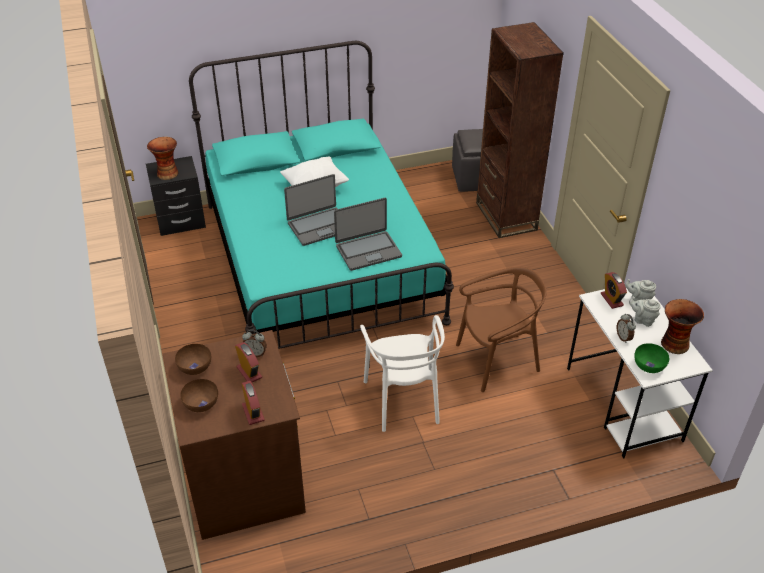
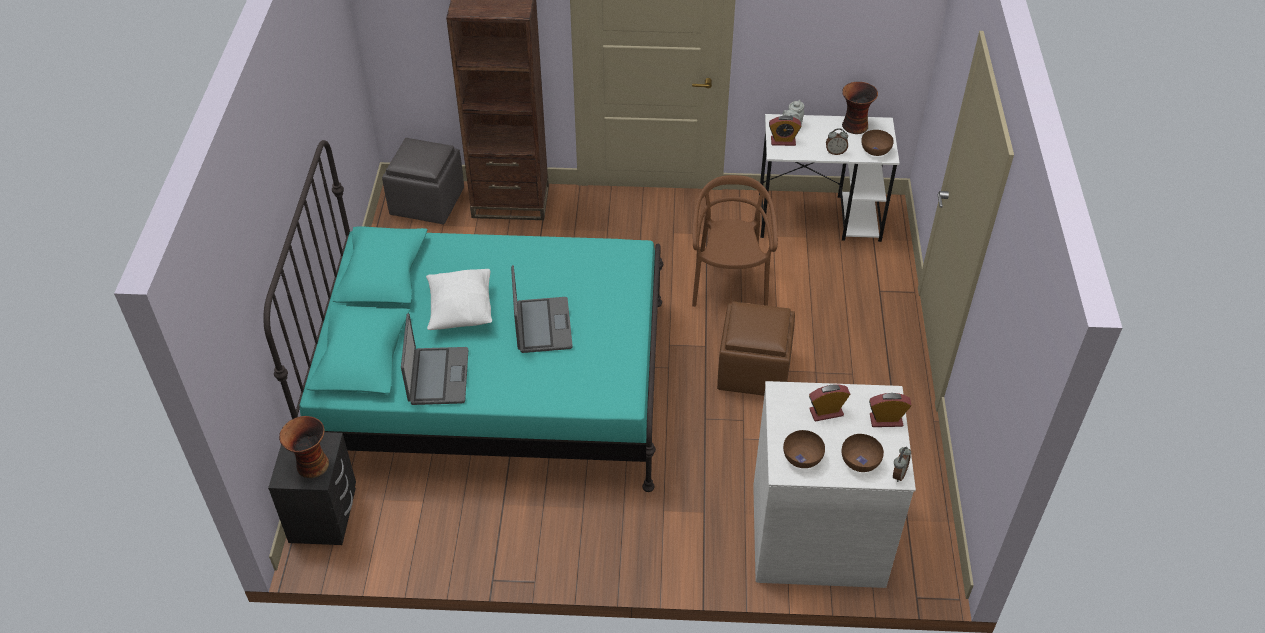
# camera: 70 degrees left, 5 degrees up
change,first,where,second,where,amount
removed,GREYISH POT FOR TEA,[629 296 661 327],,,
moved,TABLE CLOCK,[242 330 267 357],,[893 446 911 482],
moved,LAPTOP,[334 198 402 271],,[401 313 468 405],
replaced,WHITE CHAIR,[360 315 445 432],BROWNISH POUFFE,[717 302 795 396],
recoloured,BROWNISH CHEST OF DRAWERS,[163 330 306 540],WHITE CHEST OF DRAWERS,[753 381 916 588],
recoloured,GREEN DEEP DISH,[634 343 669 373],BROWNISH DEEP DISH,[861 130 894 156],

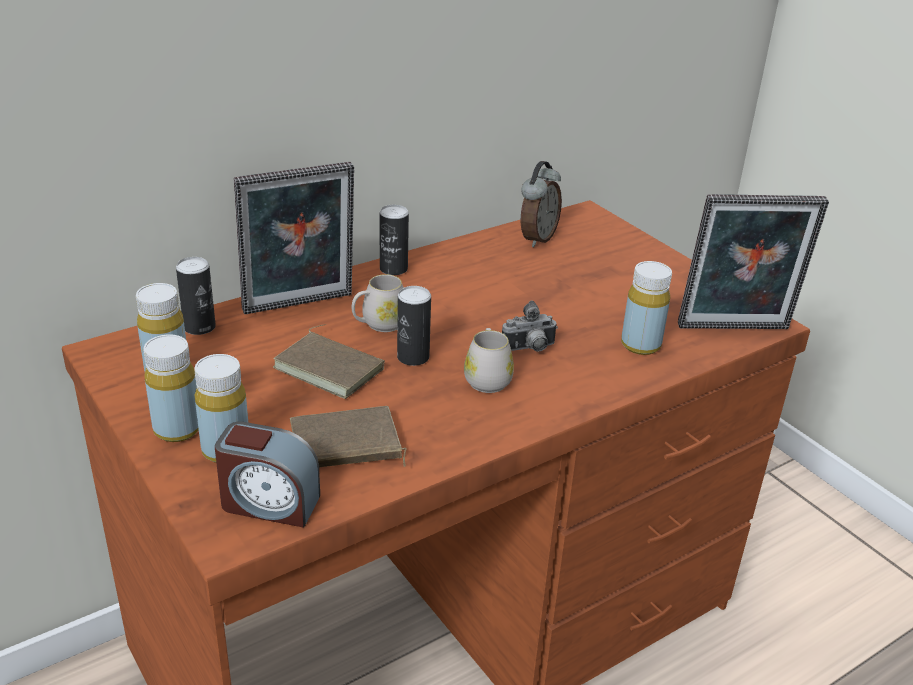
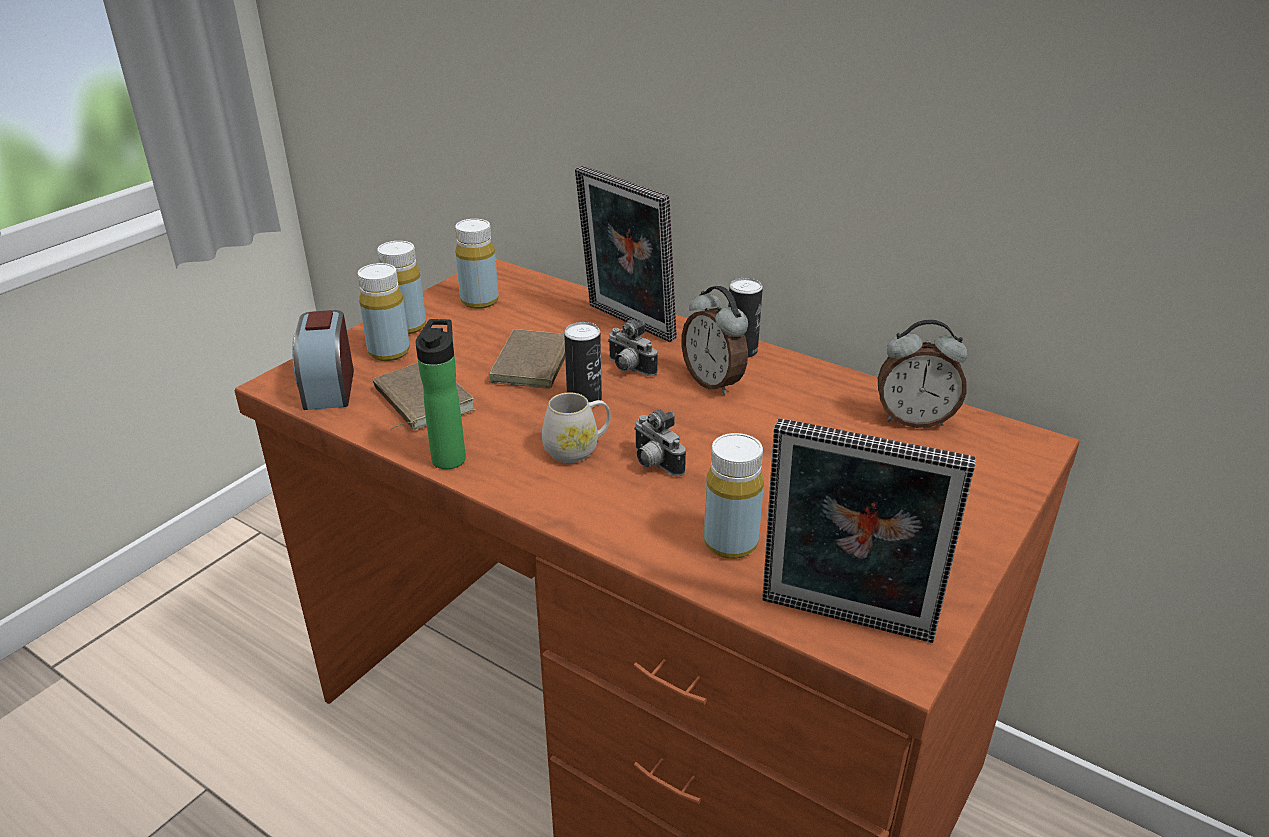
# camera: 70 degrees right, 0 degrees up
change,first,where,second,where,amount
removed,SEALED CAN,[176 257 216 335],,,
added,,,BEVERAGE BOTTLE,[415 319 466 469],
added,,,TABLE CLOCK,[681 286 748 395],
replaced,WHITE MUG,[352 274 404 332],STILL CAMERA,[608 319 658 376],
turned,STANDING FRAME,[678 194 829 329],,[762 418 976 643],45 degrees counterclockwise

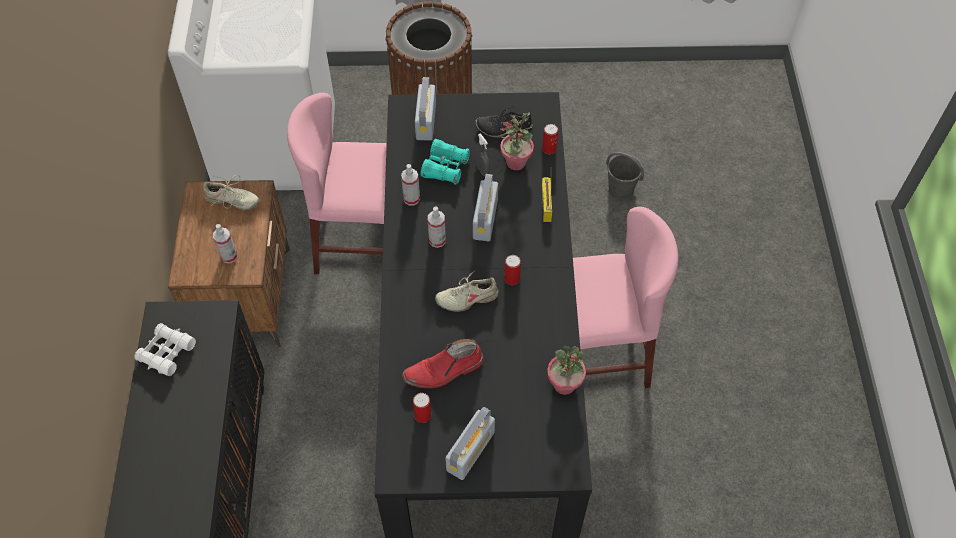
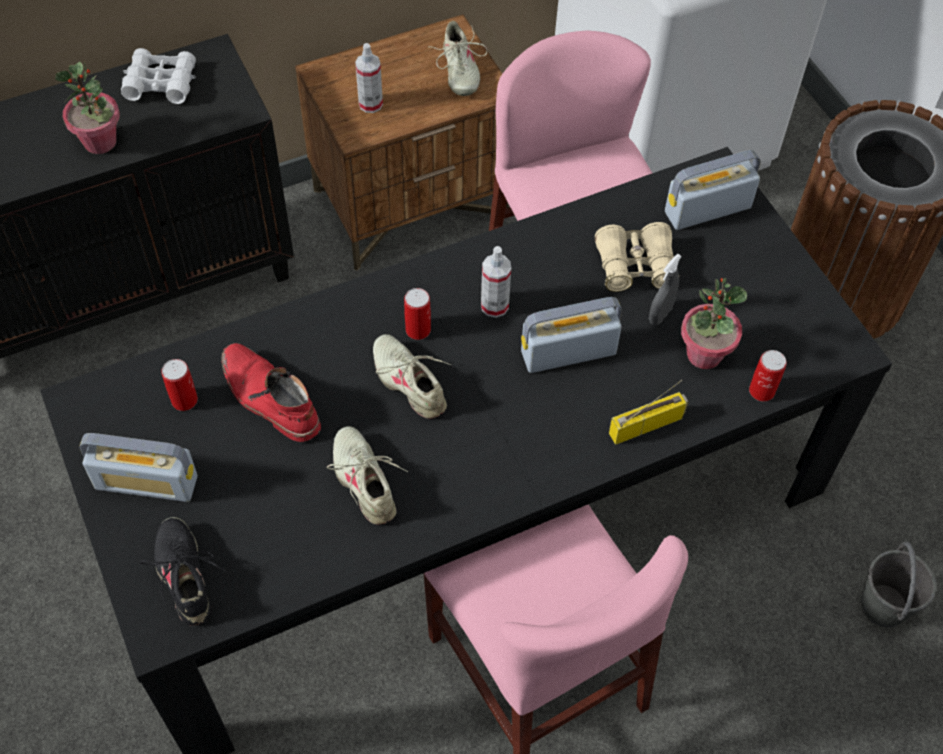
# camera: 65 degrees right, 0 degrees up
change,first,where,second,where,amount
removed,SPRAYER,[401 164 420 205],,,
added,,,SAND-COLOURED ITEM OF FOOTWEAR,[326 426 408 525],
moved,BLACK-COLOURED ITEM OF FOOTWEAR,[475 105 533 138],,[140 517 226 625],
moved,SEALED CAN,[504 255 521 285],,[404 288 431 340],
moved,POTTED PLANT,[547 346 586 395],,[55 61 120 154],
recoloured,BLUE-GREEN PAIR OF BINOCULARS,[421 139 470 185],SAND-COLOURED PAIR OF BINOCULARS,[595 222 674 292],

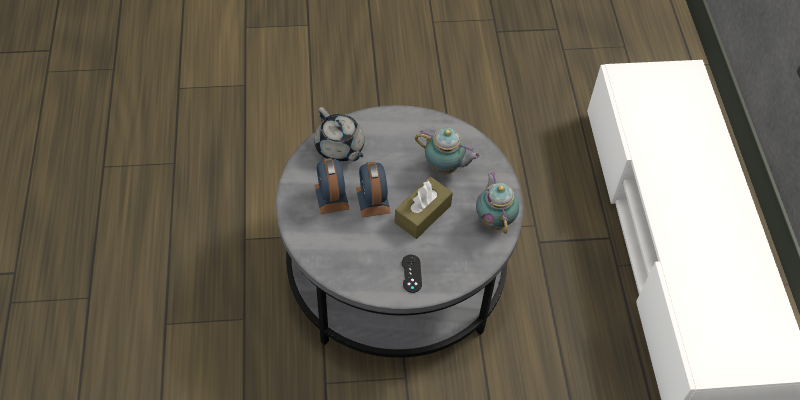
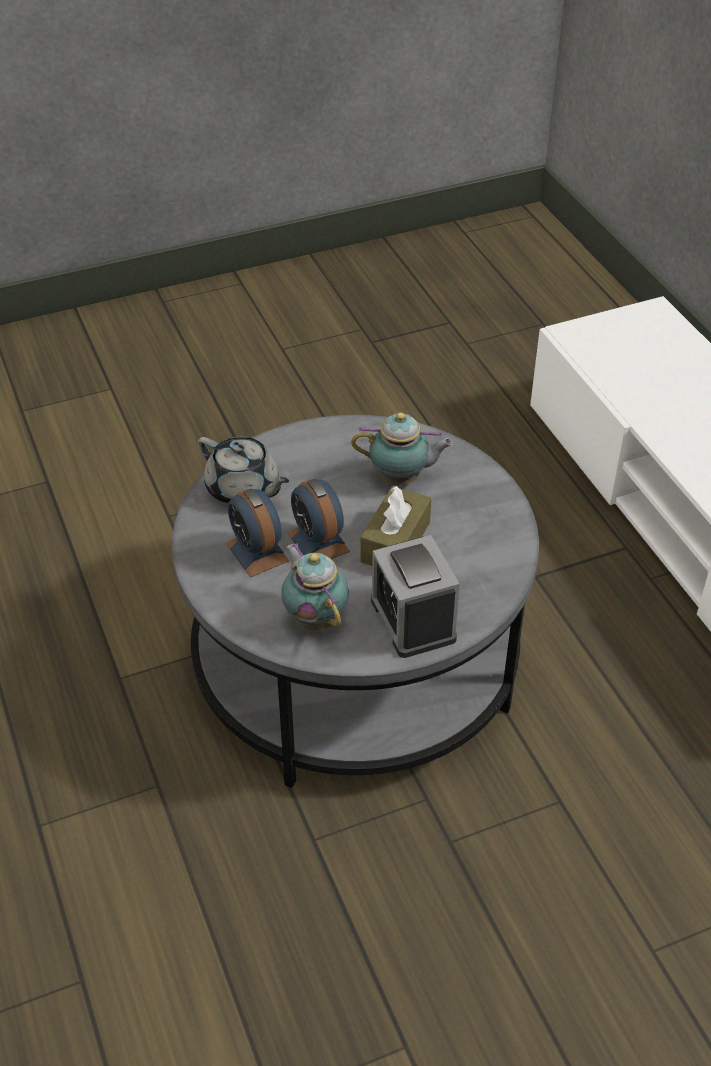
# camera: 15 degrees left, 10 degrees down
change,first,where,second,where,amount
moved,POT FOR TEA,[476 171 519 234],,[281 543 349 630],
replaced,BLACK-COLOURED GAMEPAD,[402 255 422 293],TABLE CLOCK,[371 535 460 658],

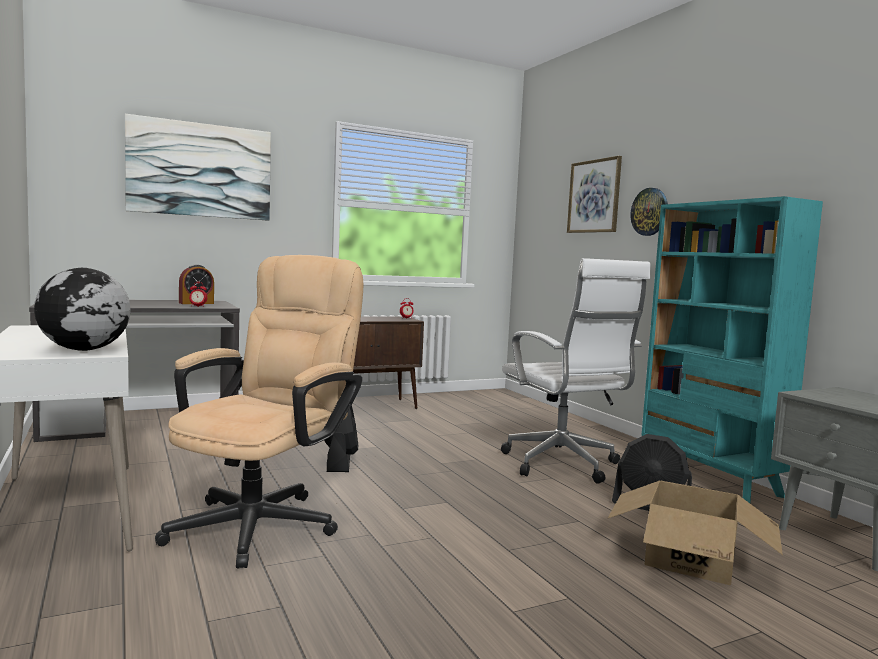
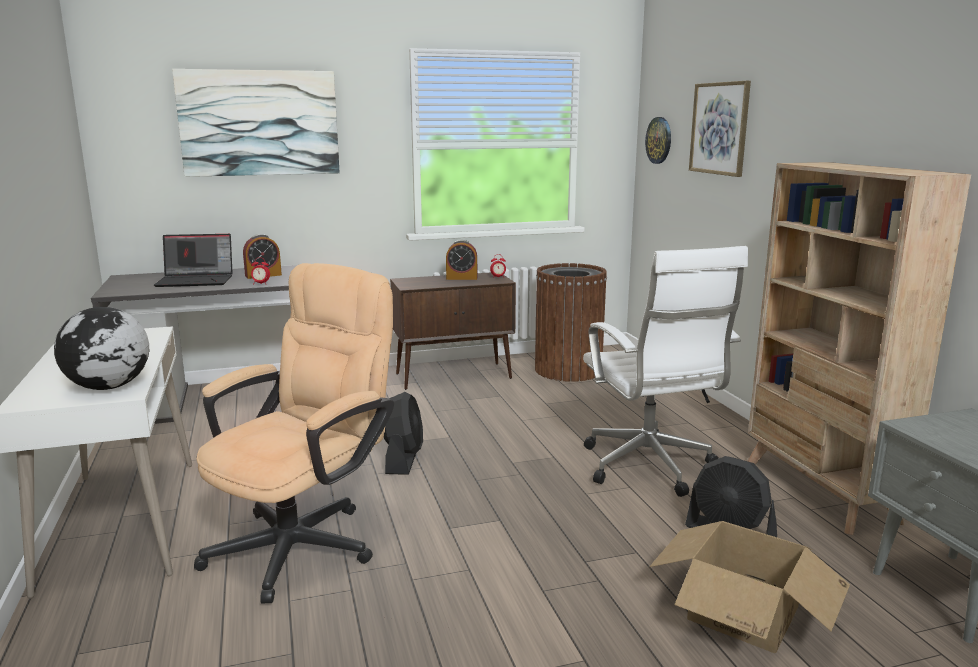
# camera: 10 degrees right, 10 degrees up
change,first,where,second,where,amount
added,,,LAPTOP,[154 234 233 287],
added,,,TABLE CLOCK,[446 240 477 280],
added,,,BROWNISH TRASH CAN,[535 263 607 382],
moved,CLOCK ON THE WALL,[630 188 668 236],,[645 117 671 164],
recoloured,BLUE-GREEN SHELVING UNIT,[642 196 823 503],SAND-COLOURED SHELVING UNIT,[748 162 971 535],

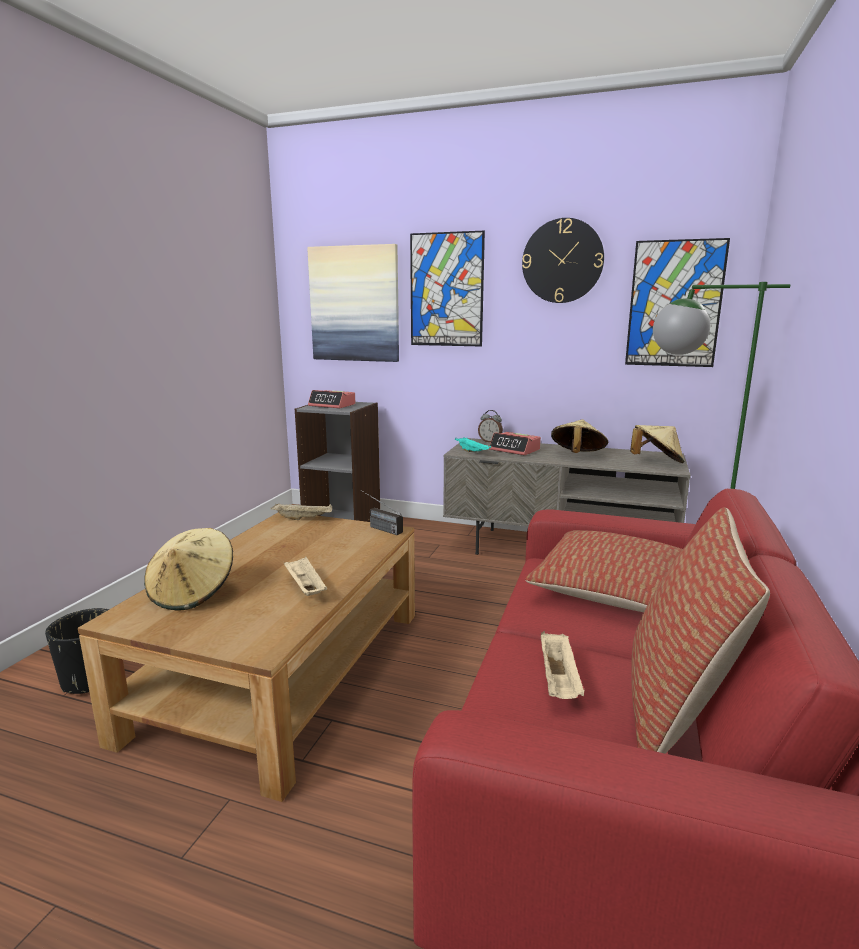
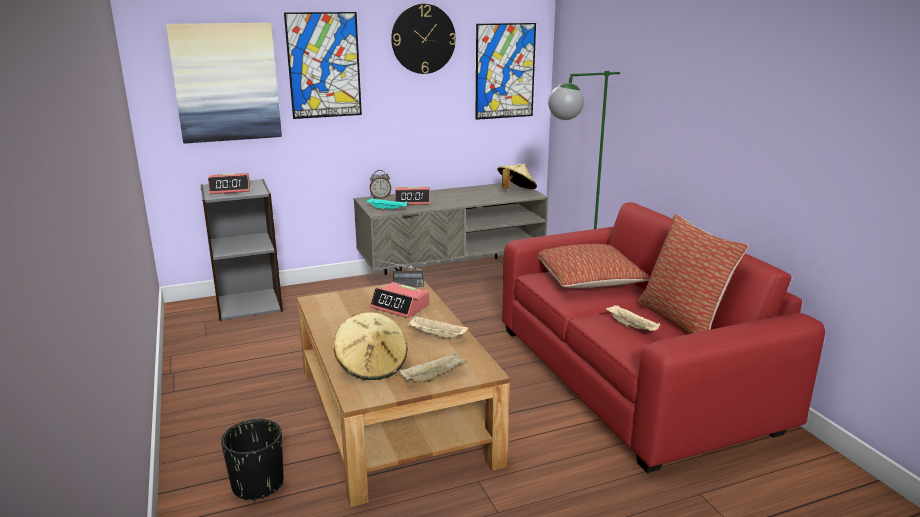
# camera: 40 degrees left, 5 degrees up
change,first,where,second,where,amount
removed,SAND-COLOURED CLOTHING HAT,[551 419 608 453],,,
added,,,TABLE CLOCK,[370 282 429 318],
moved,SAND-COLOURED SERVING TRAY,[271 504 332 520],,[400 352 468 383],

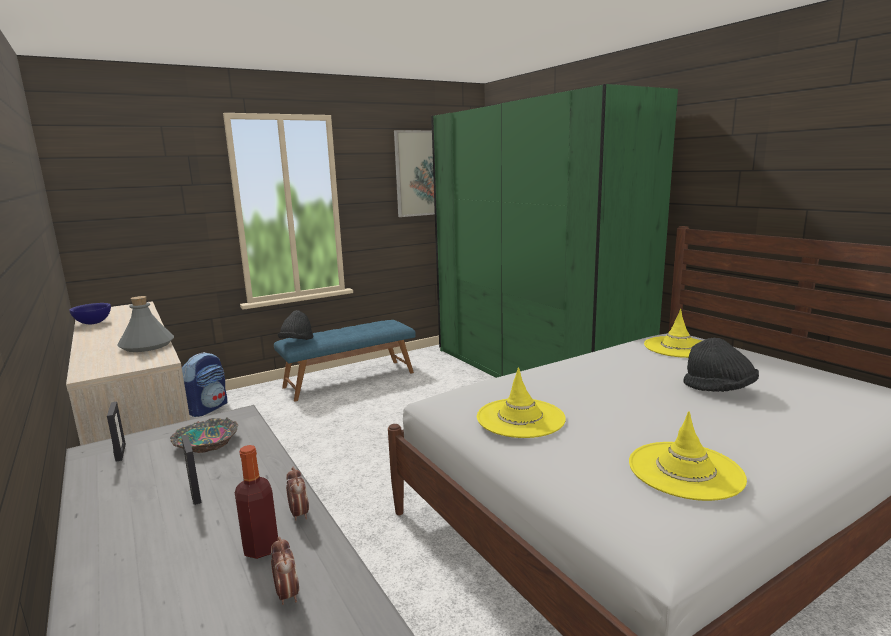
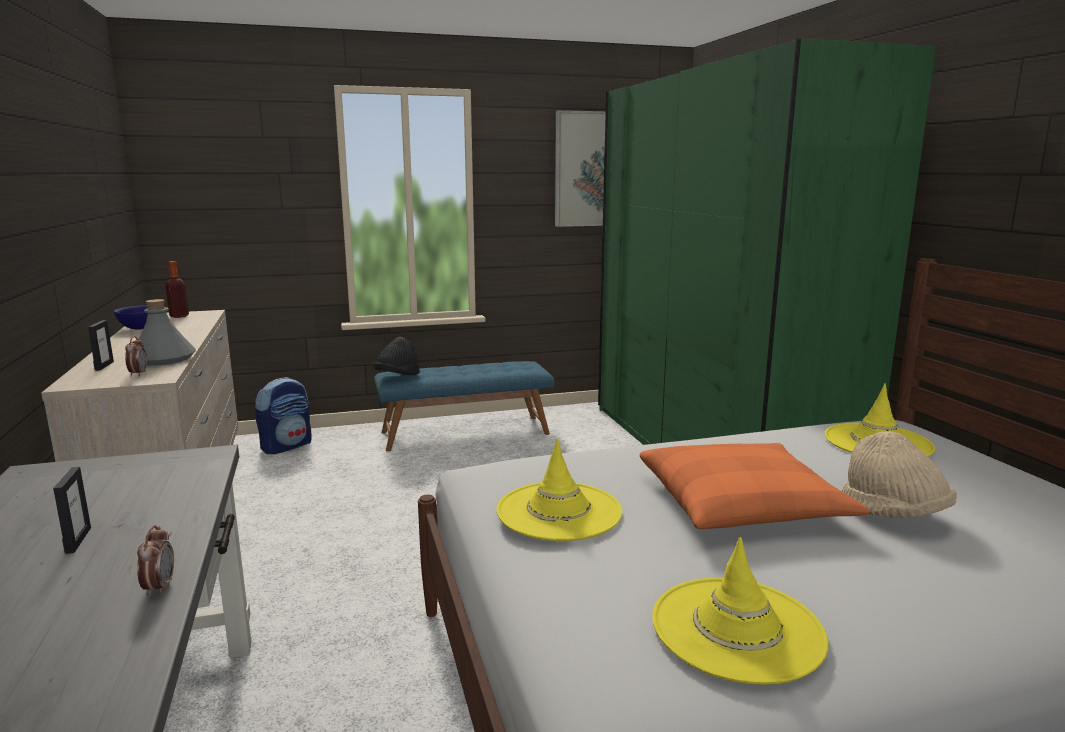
# camera: 15 degrees right, 0 degrees up
change,first,where,second,where,amount
removed,DEEP DISH,[170 417 238 453],,,
added,,,ORANGE-COLOURED PILLOW,[640 443 869 529],
moved,STANDING FRAME,[107 401 126 462],,[88 320 114 371],
moved,BEVERAGE BOTTLE,[235 445 278 559],,[165 261 189 318],
moved,TABLE CLOCK,[271 537 299 605],,[125 336 147 376],
recoloured,BLACK-COLOURED CLOTHING HAT,[683 338 759 392],SAND-COLOURED CLOTHING HAT,[842 431 957 518],

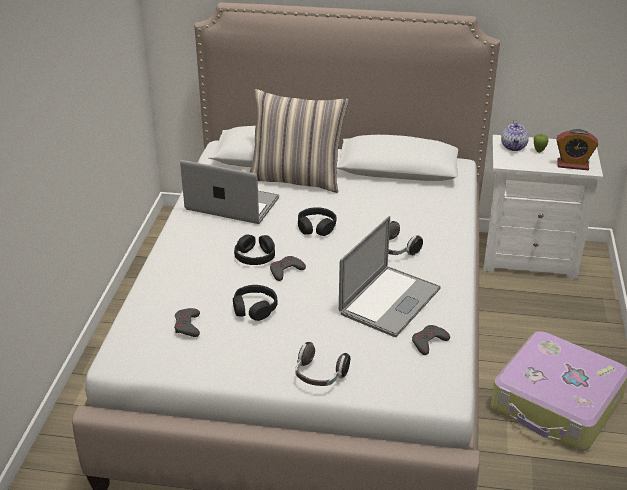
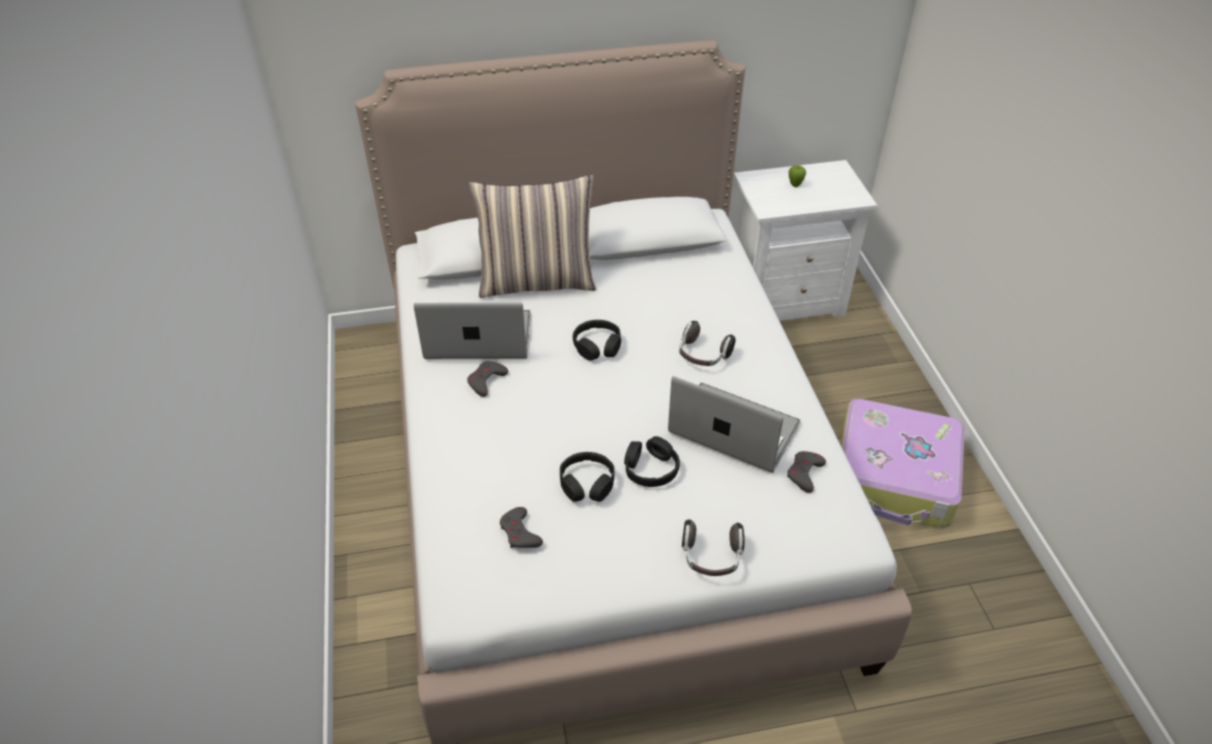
# camera: 20 degrees left, 10 degrees up
change,first,where,second,where,amount
removed,POT FOR TEA,[501 120 529 151],,,
removed,TABLE CLOCK,[557 129 598 170],,,
moved,BLACK-COLOURED HEADSET,[234 234 275 265],,[624 436 680 487],
moved,GREYISH GAMEPAD,[270 256 306 281],,[467 361 508 397],
turned,LAPTOP,[339 216 441 337],,[668 376 801 473],75 degrees counterclockwise

